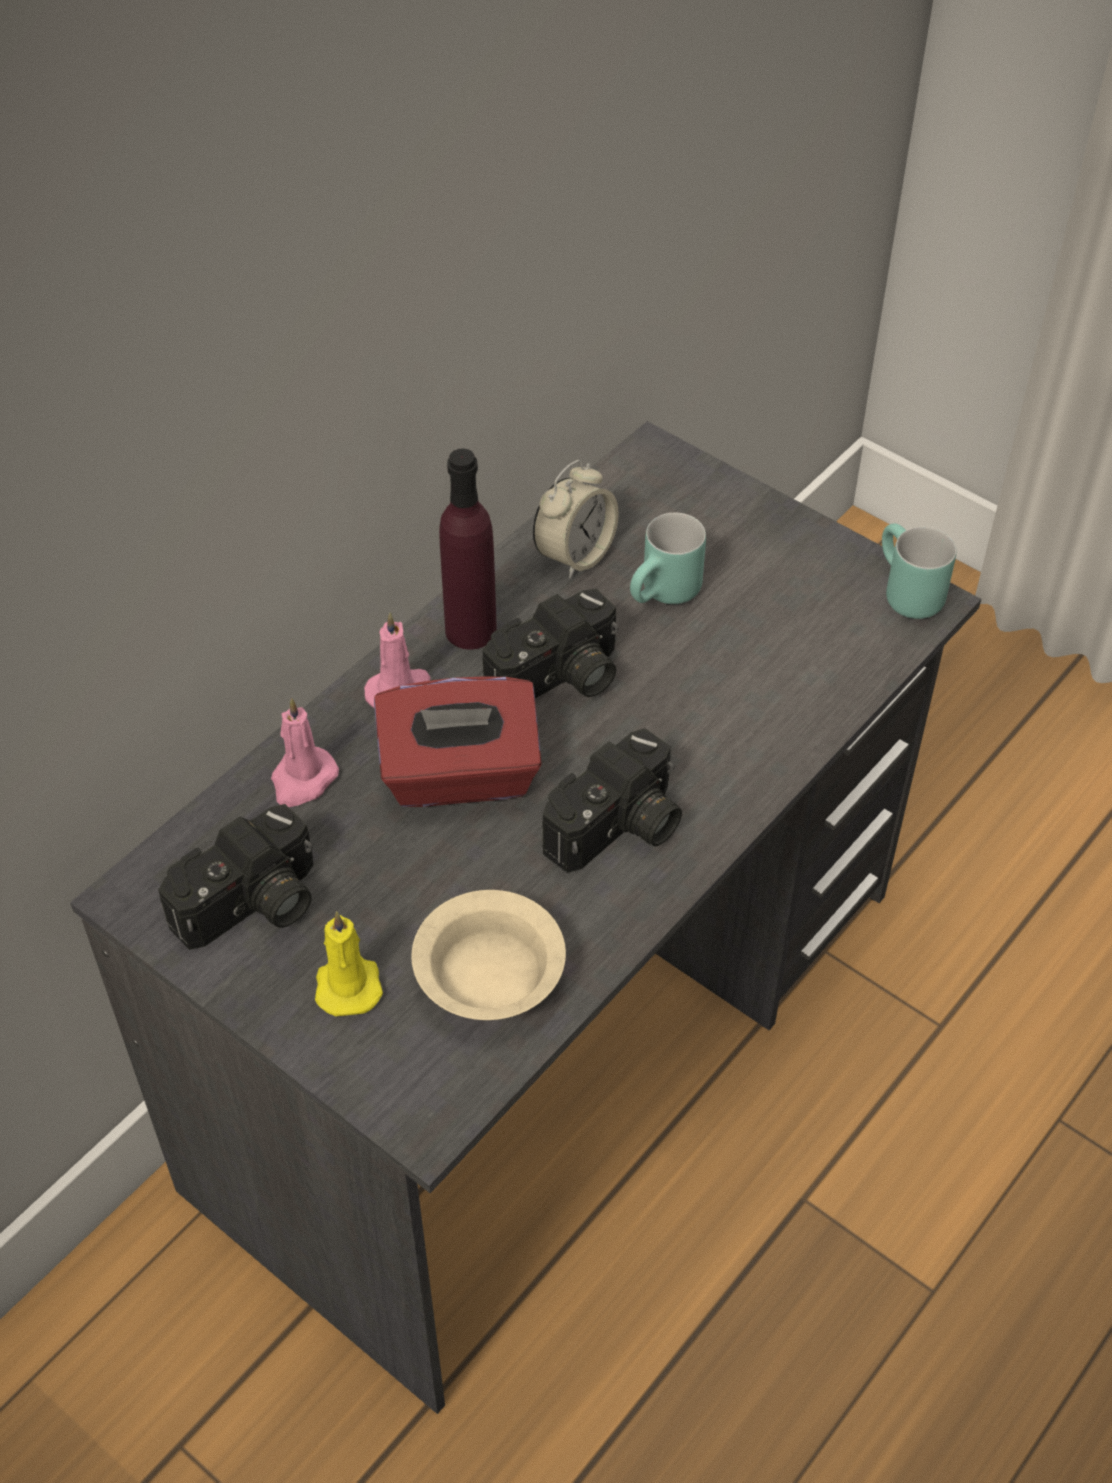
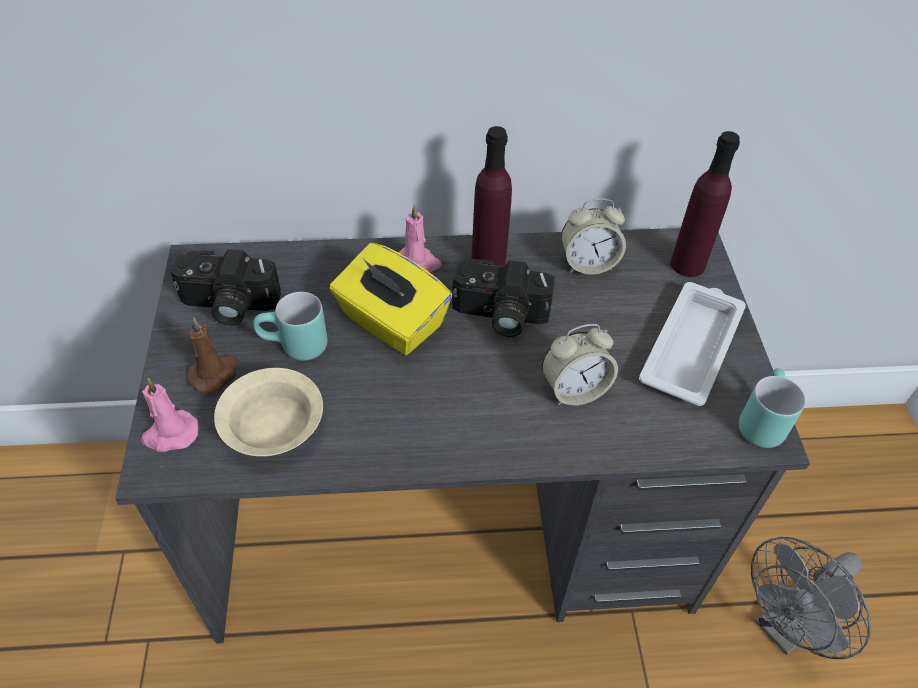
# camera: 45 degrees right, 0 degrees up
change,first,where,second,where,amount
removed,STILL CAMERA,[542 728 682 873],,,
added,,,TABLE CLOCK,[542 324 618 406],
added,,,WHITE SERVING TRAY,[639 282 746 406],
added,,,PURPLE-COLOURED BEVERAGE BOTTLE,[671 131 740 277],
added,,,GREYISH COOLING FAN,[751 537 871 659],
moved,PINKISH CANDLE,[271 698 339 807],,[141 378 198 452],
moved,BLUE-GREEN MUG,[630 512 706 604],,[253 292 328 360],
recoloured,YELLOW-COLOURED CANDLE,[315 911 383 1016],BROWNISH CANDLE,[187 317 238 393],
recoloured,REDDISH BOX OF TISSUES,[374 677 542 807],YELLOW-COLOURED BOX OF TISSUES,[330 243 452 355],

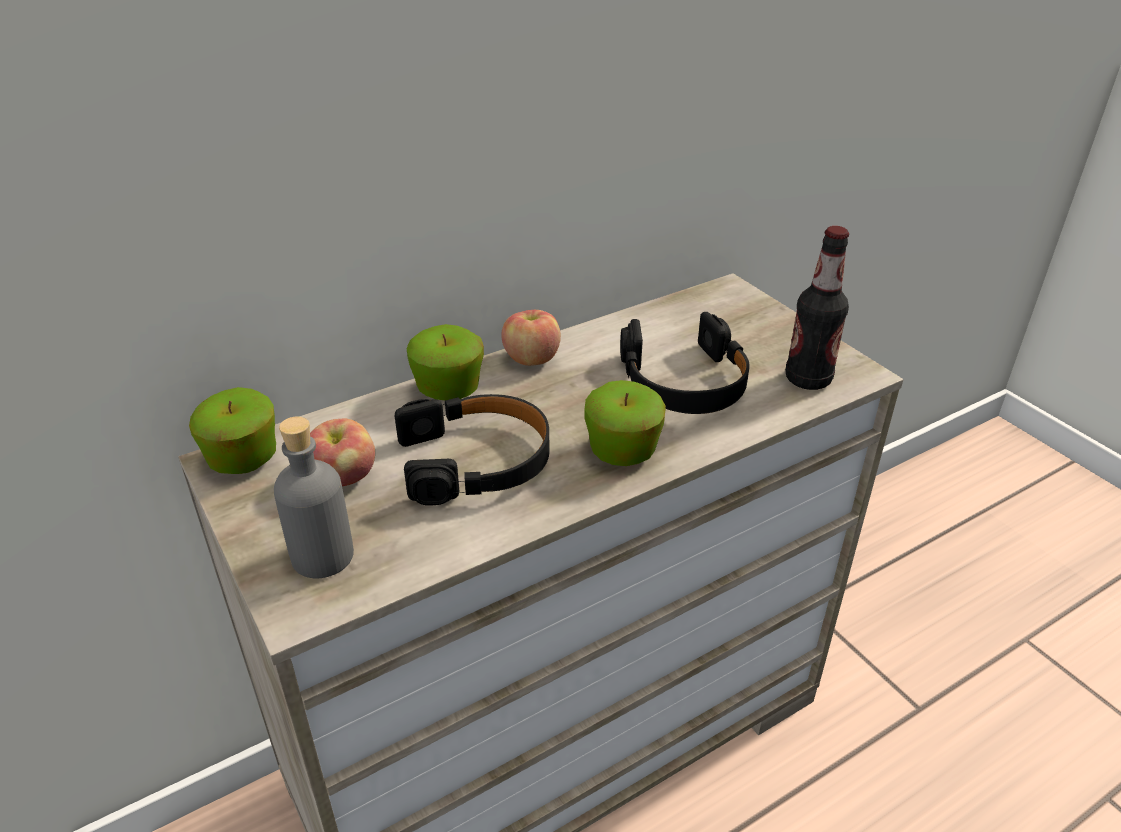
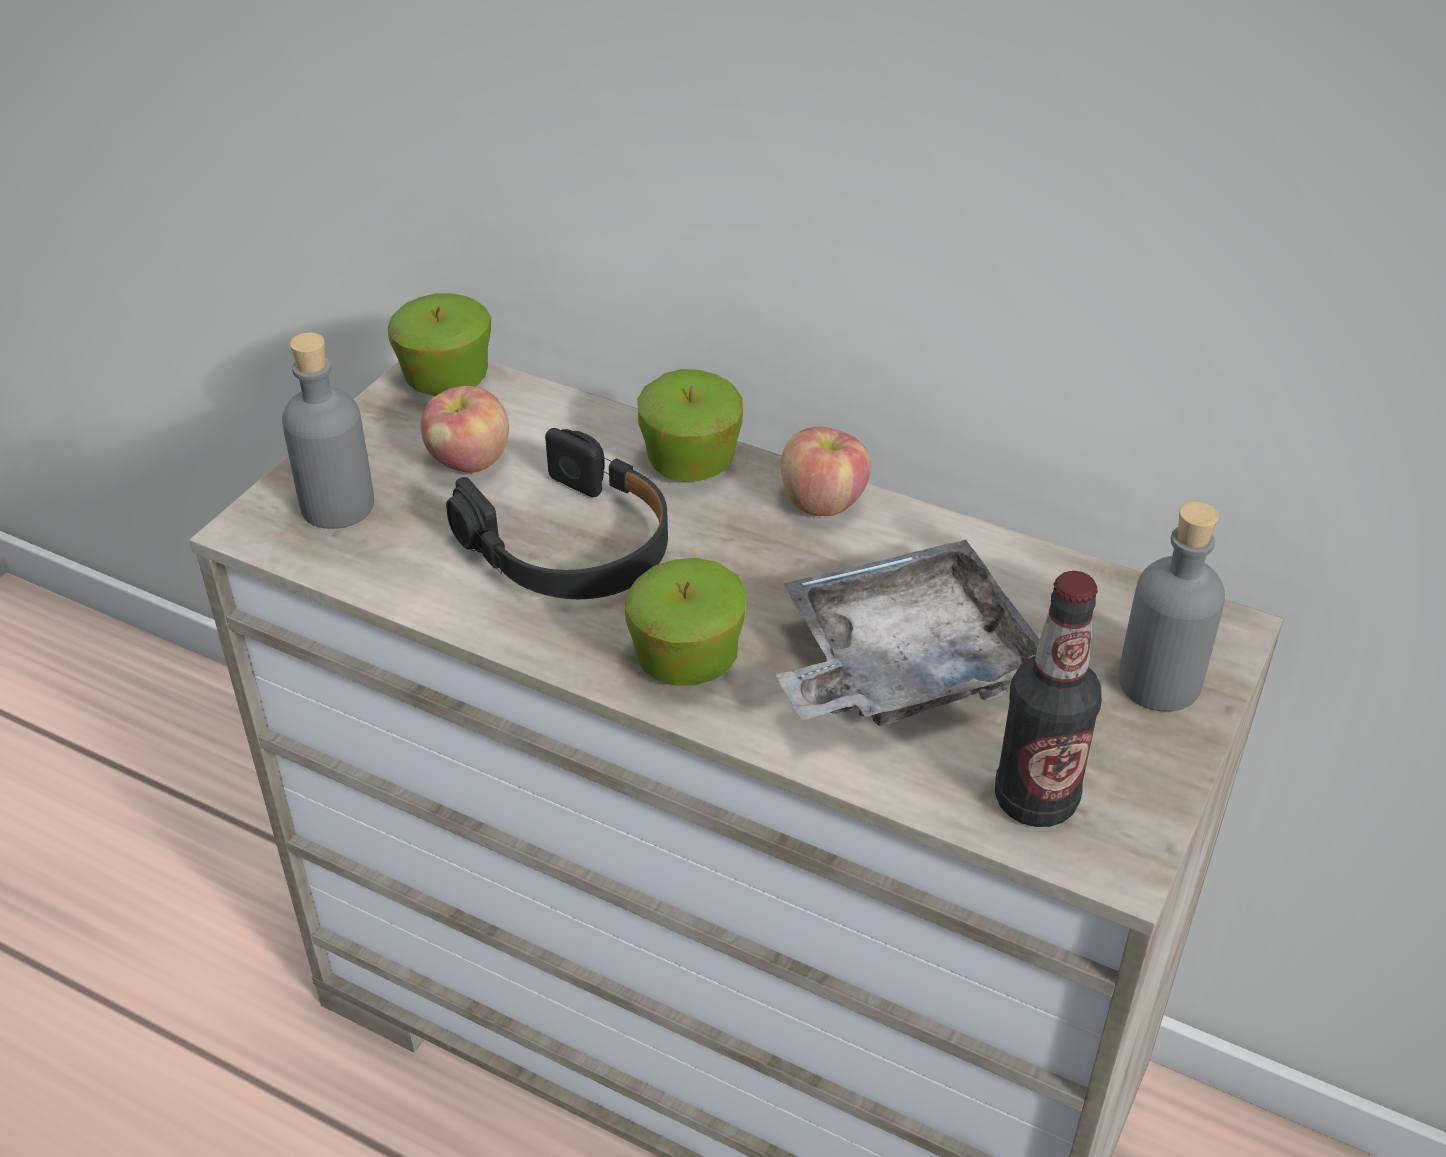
# camera: 60 degrees right, 5 degrees up
change,first,where,second,where,amount
added,,,GREYISH BEVERAGE BOTTLE,[1118 502 1225 712],
replaced,BLACK-COLOURED HEADSET,[620 312 750 414],GREYISH SERVING TRAY,[776 539 1040 726],

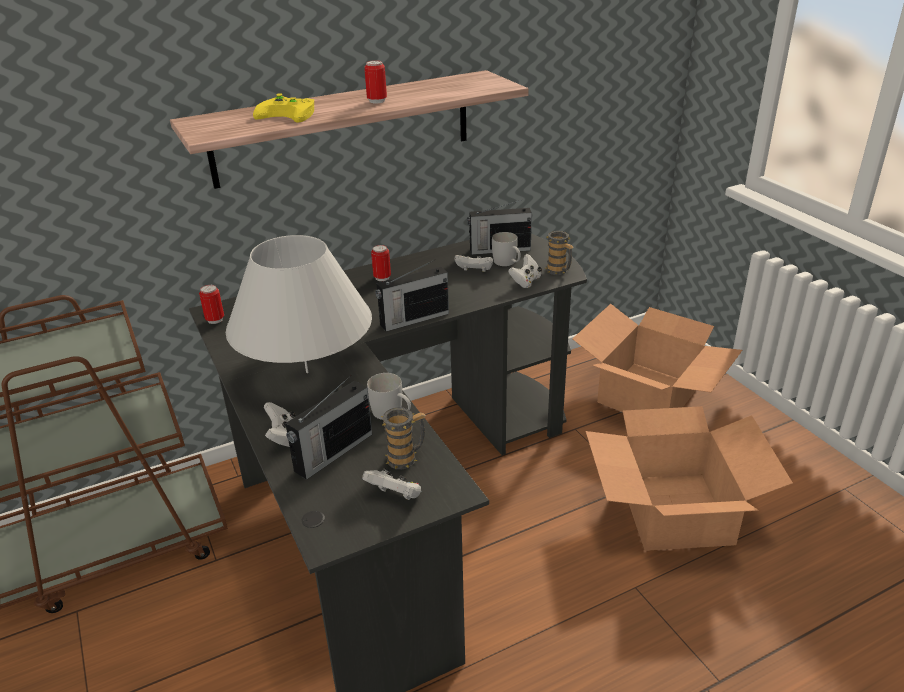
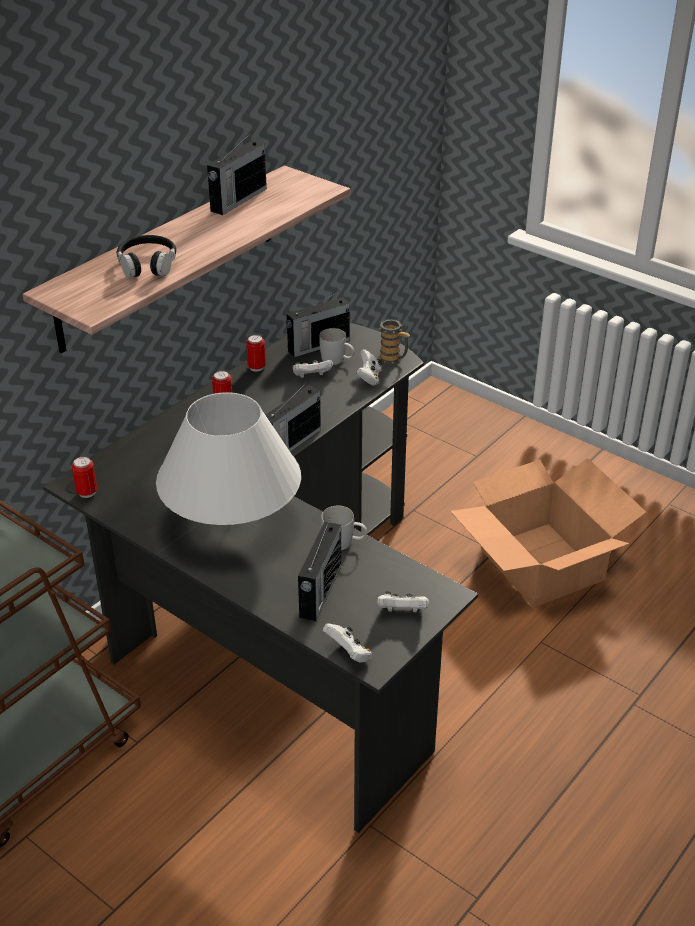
# camera: 25 degrees left, 5 degrees up
change,first,where,second,where,amount
removed,MUG,[381 407 426 469],,,
removed,CARDBOARD BOX,[573 304 742 412],,,
added,,,RADIO SET,[207 132 267 215],
moved,WHITE GAMEPAD,[264 402 296 447],,[323 623 372 663],
moved,SEALED CAN,[365 60 387 103],,[246 335 266 372],
replaced,YELLOW-COLOURED GAMEPAD,[253 93 314 122],BLACK-COLOURED HEADSET,[117 235 176 278],

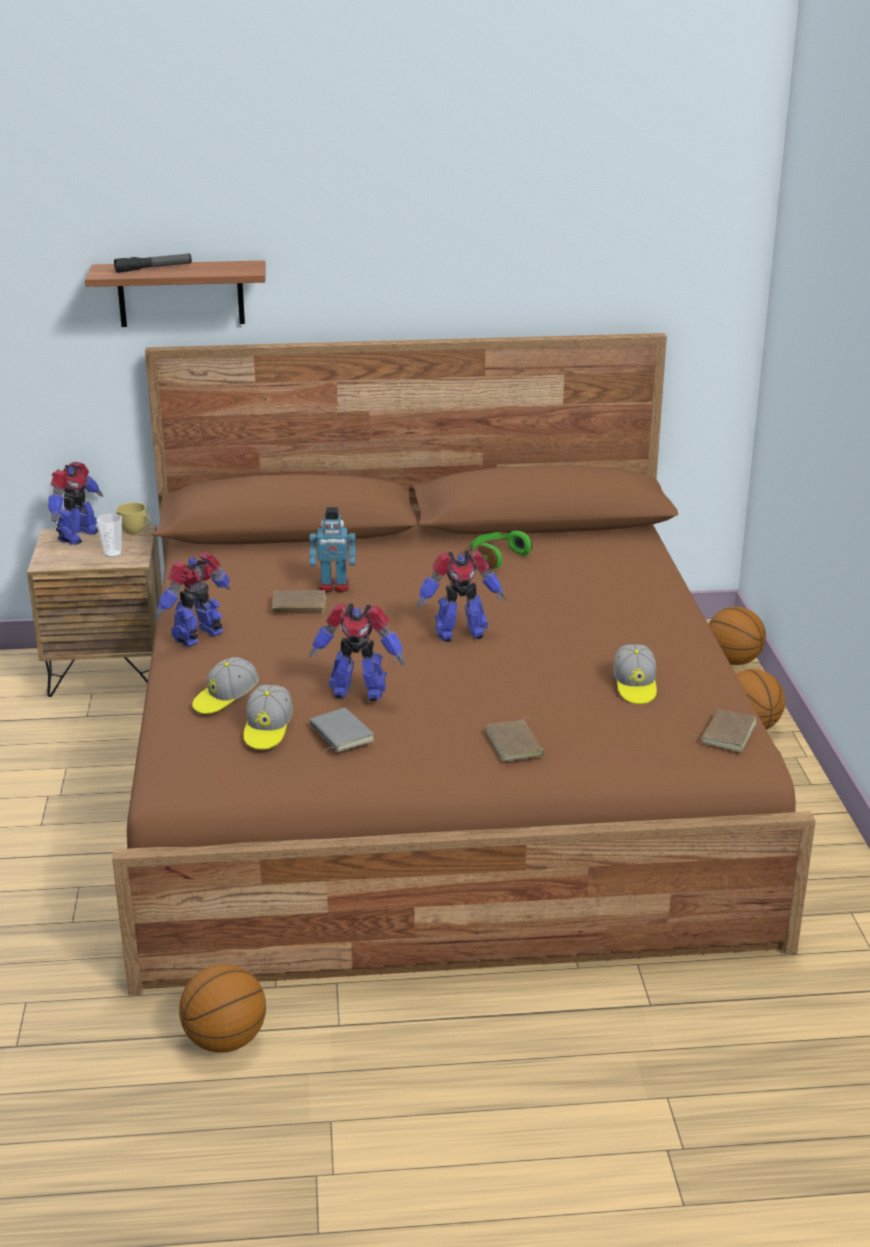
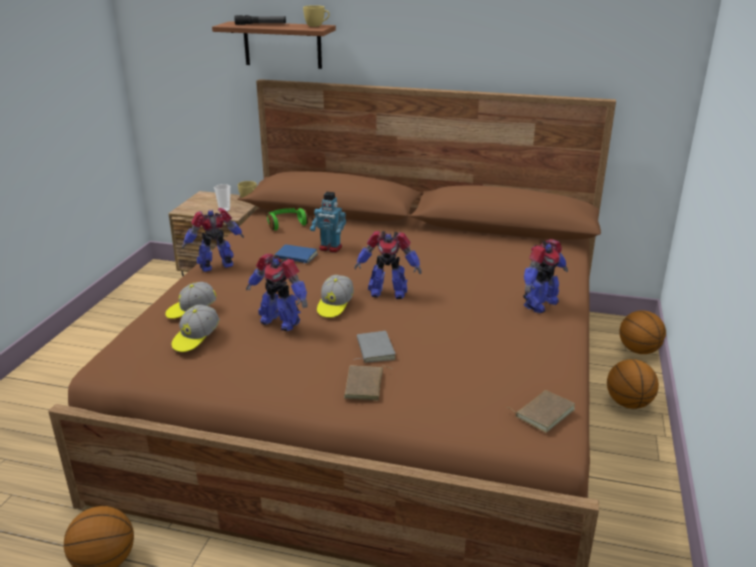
# camera: 20 degrees right, 0 degrees up
change,first,where,second,where,amount
added,,,YELLOW-COLOURED CUP,[303 5 330 27],
moved,TOY ROBOT,[48 462 103 545],,[523 239 568 313],
moved,GREYISH BOOK,[309 708 374 752],,[354 331 396 363],
moved,GREEN HEADSET,[469 531 532 568],,[267 208 308 230],
moved,BASEBALL CAP,[613 644 657 704],,[317 275 354 318],
recoloured,BROWNISH BOOK,[272 590 327 613],BLUISH BOOK,[275 245 318 264],

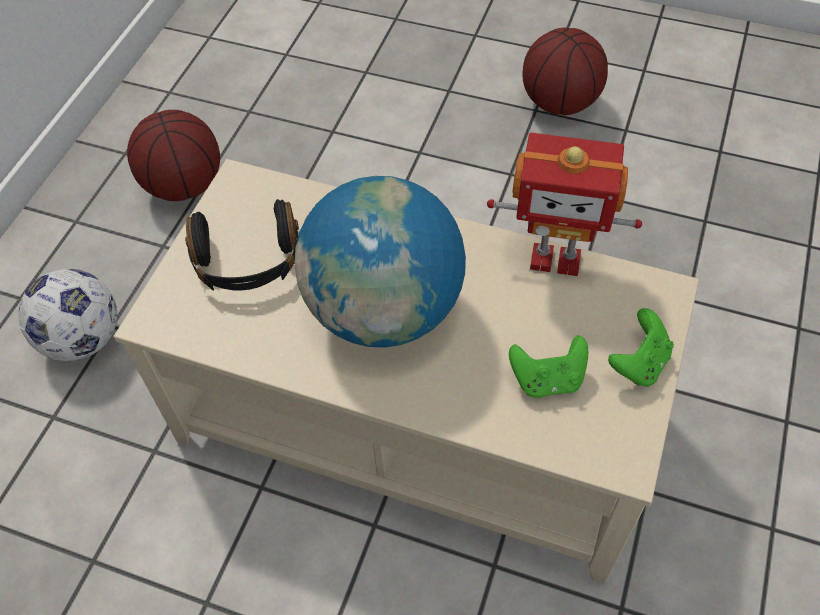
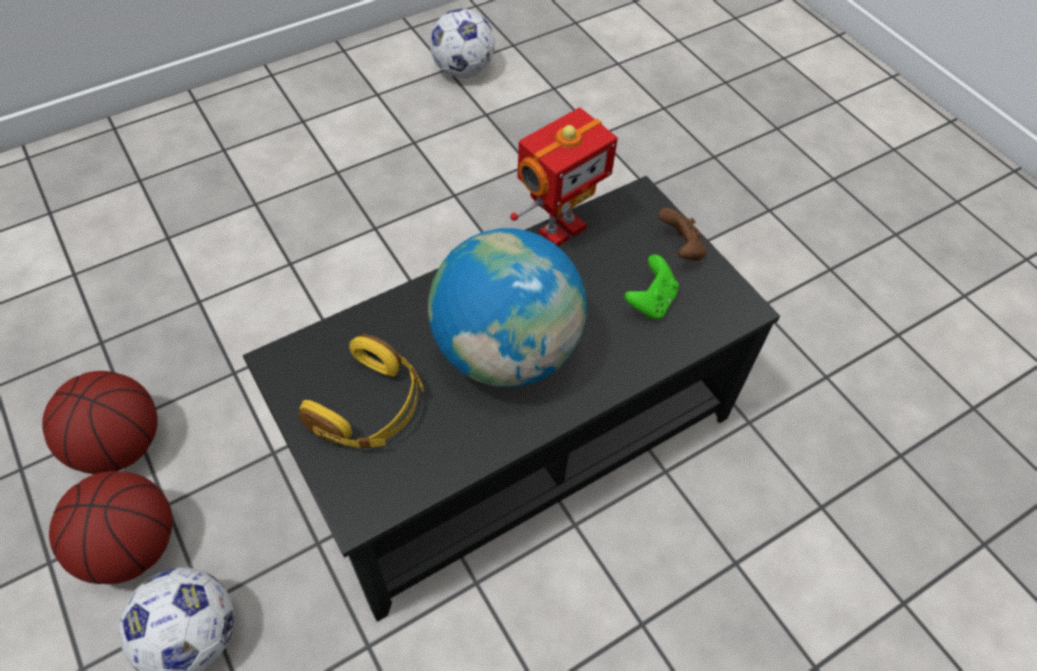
# camera: 55 degrees left, 0 degrees up
change,first,where,second,where,amount
added,,,BALL FOR FOOTBALL,[430 9 495 78],
moved,BASKETBALL BALL,[522 27 608 115],,[49 471 173 584],
recoloured,SAND-COLOURED LOUNGE TABLE,[114 159 699 584],BLACK-COLOURED LOUNGE TABLE,[243 176 780 622],
recoloured,BLACK-COLOURED HEADSET,[185 199 299 291],YELLOW-COLOURED HEADSET,[298 334 424 448],
recoloured,GREEN GAMEPAD,[608 308 674 387],BROWNISH GAMEPAD,[658 208 707 261],

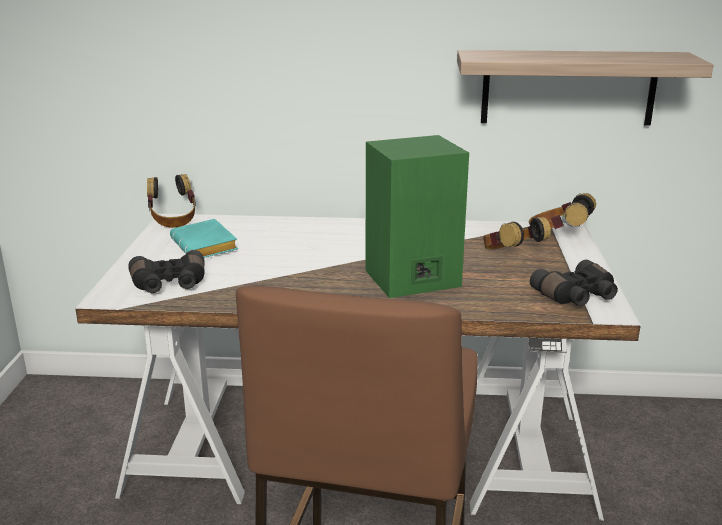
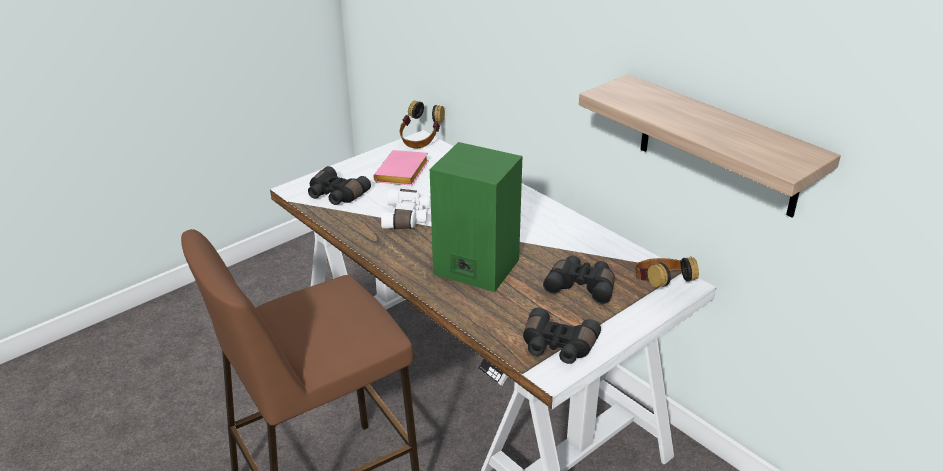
# camera: 45 degrees right, 10 degrees up
change,first,where,second,where,amount
added,,,WHITE PAIR OF BINOCULARS,[381 189 430 229],
replaced,HEADSET,[483 217 551 249],BLACK-COLOURED PAIR OF BINOCULARS,[543 256 615 304],
recoloured,BLUE-GREEN BOOK,[170 219 238 258],PINKISH BOOK,[373 150 429 186],

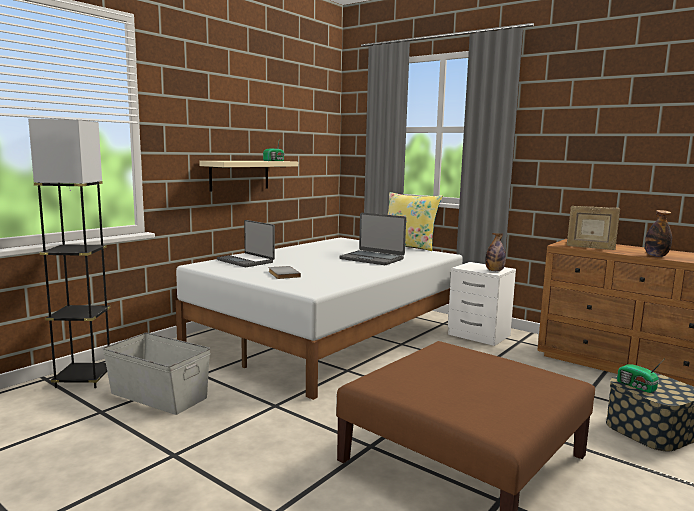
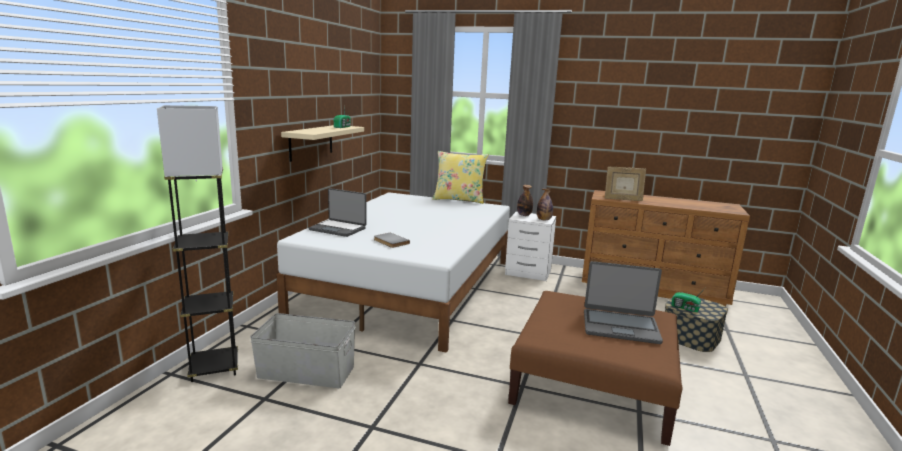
# camera: 20 degrees left, 5 degrees up
change,first,where,second,where,amount
moved,LAPTOP,[339 213 406 265],,[584 261 663 344],
moved,BEVERAGE BOTTLE,[645 210 672 257],,[517 185 533 216],

